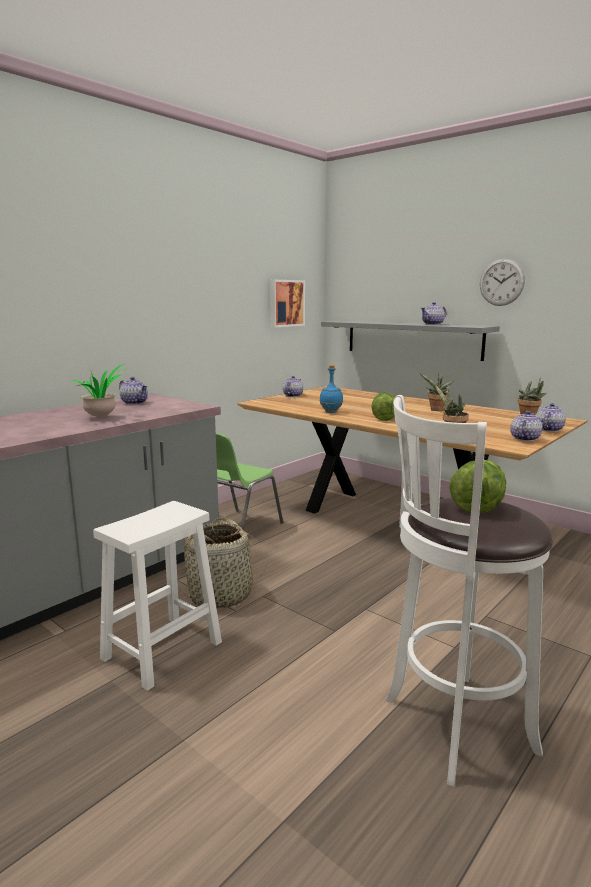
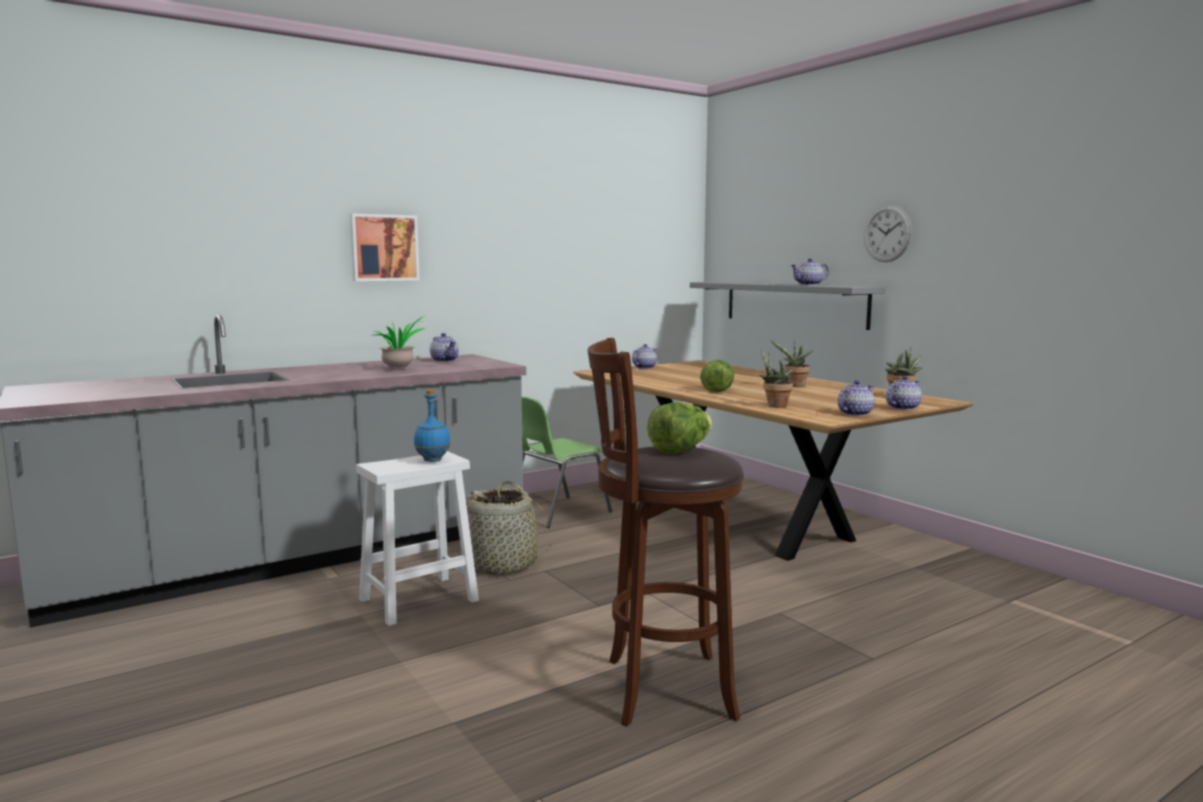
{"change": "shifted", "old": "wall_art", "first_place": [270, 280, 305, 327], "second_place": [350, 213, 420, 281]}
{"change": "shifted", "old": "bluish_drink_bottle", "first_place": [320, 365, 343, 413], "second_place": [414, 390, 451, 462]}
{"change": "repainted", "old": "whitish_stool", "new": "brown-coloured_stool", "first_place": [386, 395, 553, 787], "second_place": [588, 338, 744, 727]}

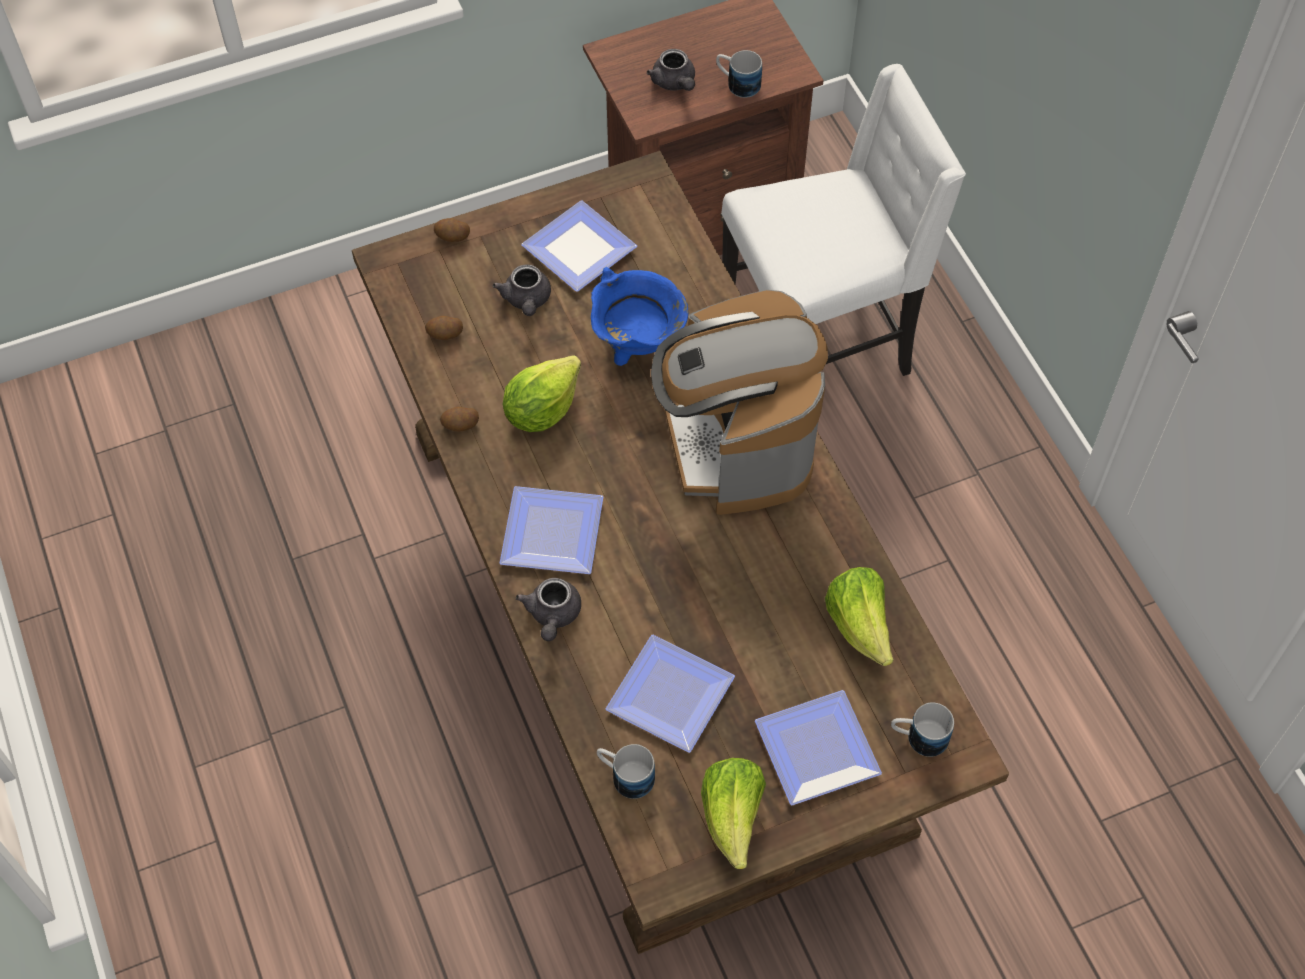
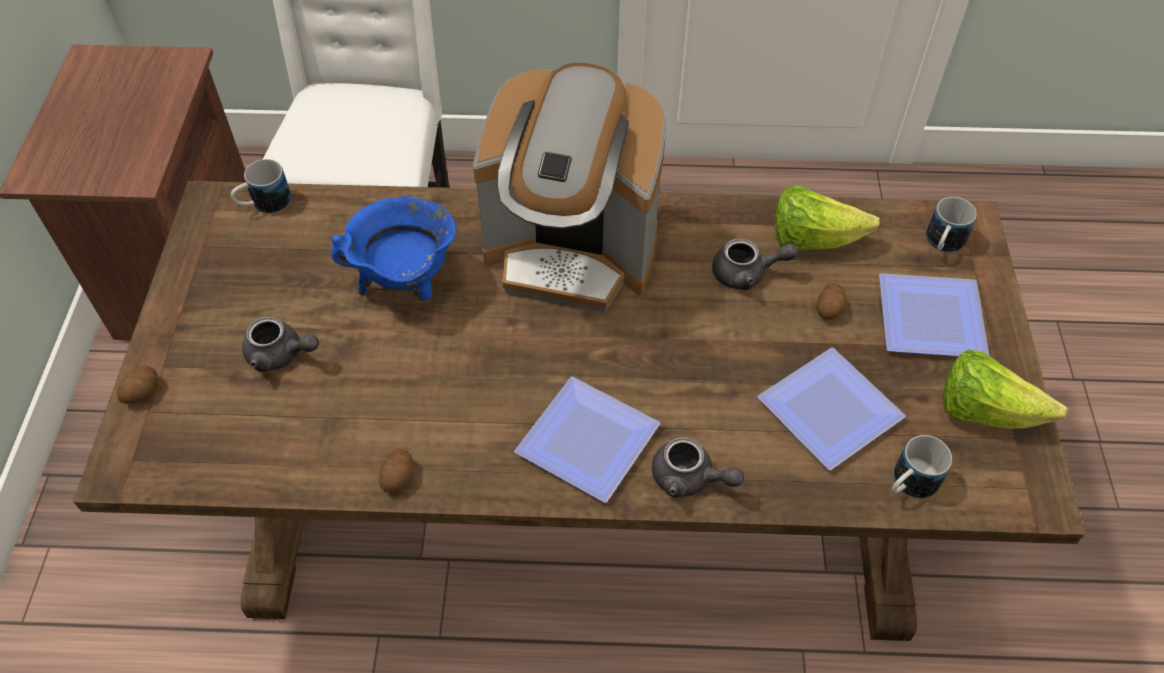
{"change": "shifted", "old": "potato", "first_place": [425, 316, 463, 340], "second_place": [816, 283, 847, 320]}
{"change": "gone", "old": "head_of_lettuce", "first_place": [503, 355, 581, 432]}
{"change": "gone", "old": "flat_dish", "first_place": [521, 200, 637, 292]}
{"change": "shifted", "old": "greyish_pot_for_tea", "first_place": [647, 49, 695, 91], "second_place": [712, 238, 798, 290]}
{"change": "shifted", "old": "coffee_mug", "first_place": [716, 50, 762, 98], "second_place": [231, 159, 291, 214]}

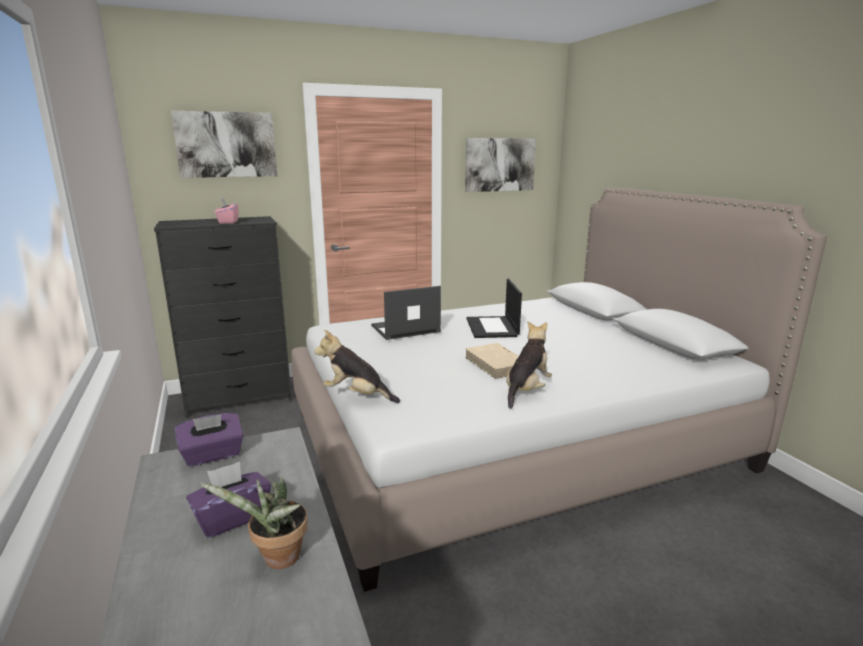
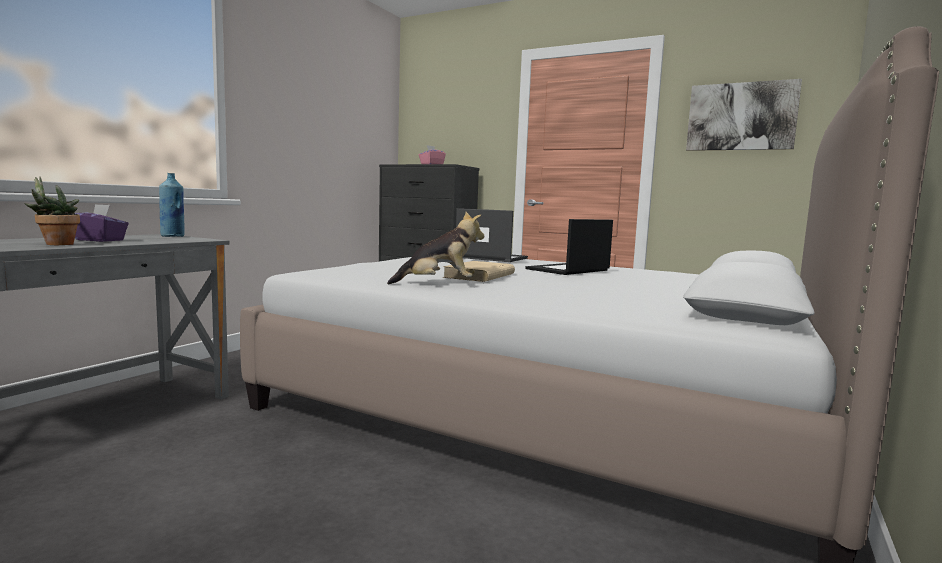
{"change": "gone", "old": "wall_art", "first_place": [171, 111, 277, 178]}
{"change": "swapped", "old": "purplish_tissue_box", "new": "bluish_drink_bottle", "first_place": [175, 413, 244, 467], "second_place": [159, 173, 185, 237]}
{"change": "gone", "old": "plush_toy", "first_place": [315, 330, 400, 403]}

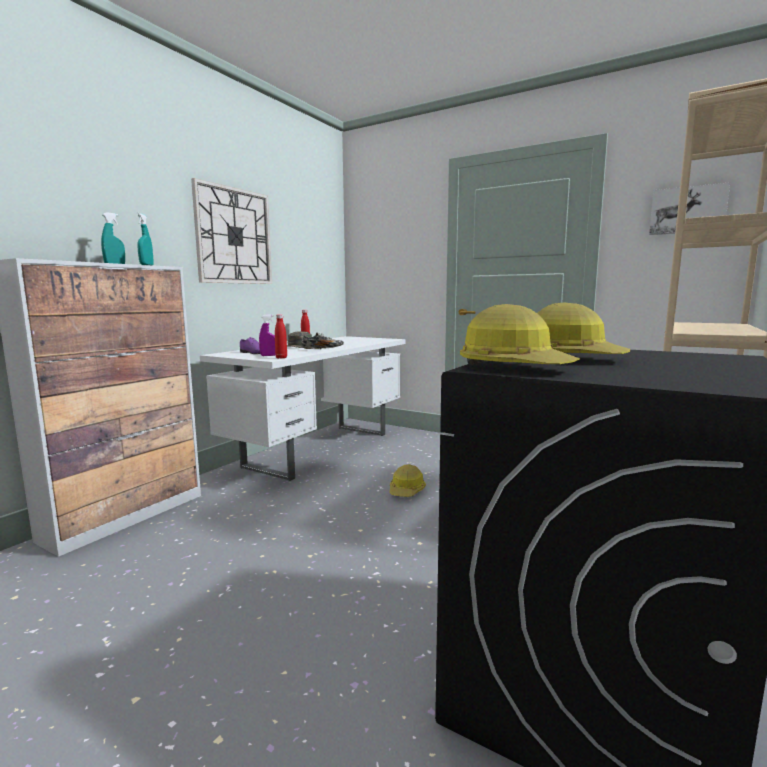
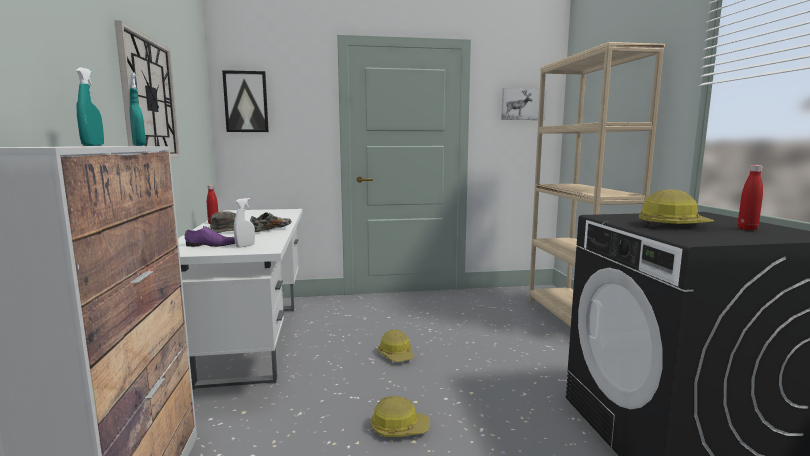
{"change": "repainted", "old": "purplish_spray_bottle", "new": "whitish_spray_bottle", "first_place": [259, 314, 275, 356], "second_place": [234, 198, 255, 248]}
{"change": "shifted", "old": "reddish_drink_bottle", "first_place": [275, 314, 287, 359], "second_place": [738, 165, 763, 230]}
{"change": "shifted", "old": "work_helmet", "first_place": [460, 304, 580, 365], "second_place": [370, 396, 430, 437]}
{"change": "new", "new": "wall_art", "second_place": [222, 70, 269, 132]}

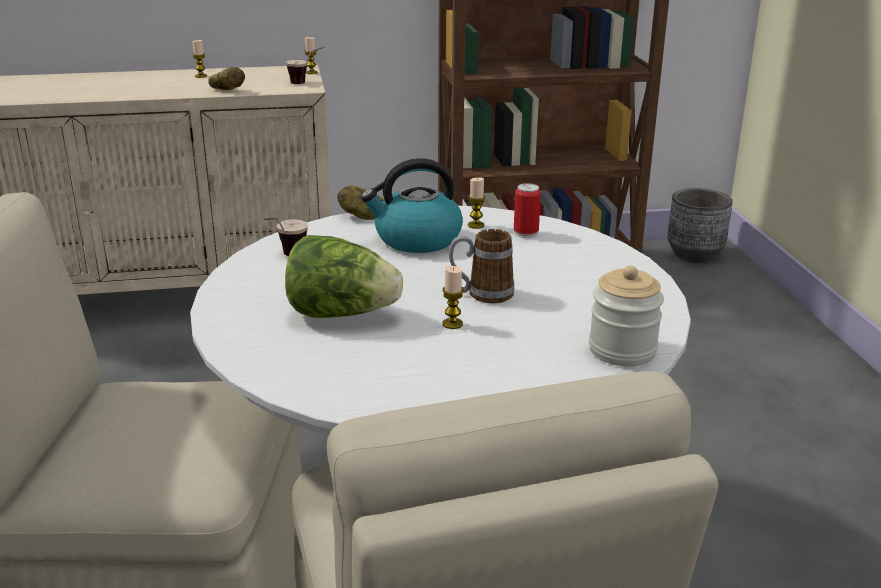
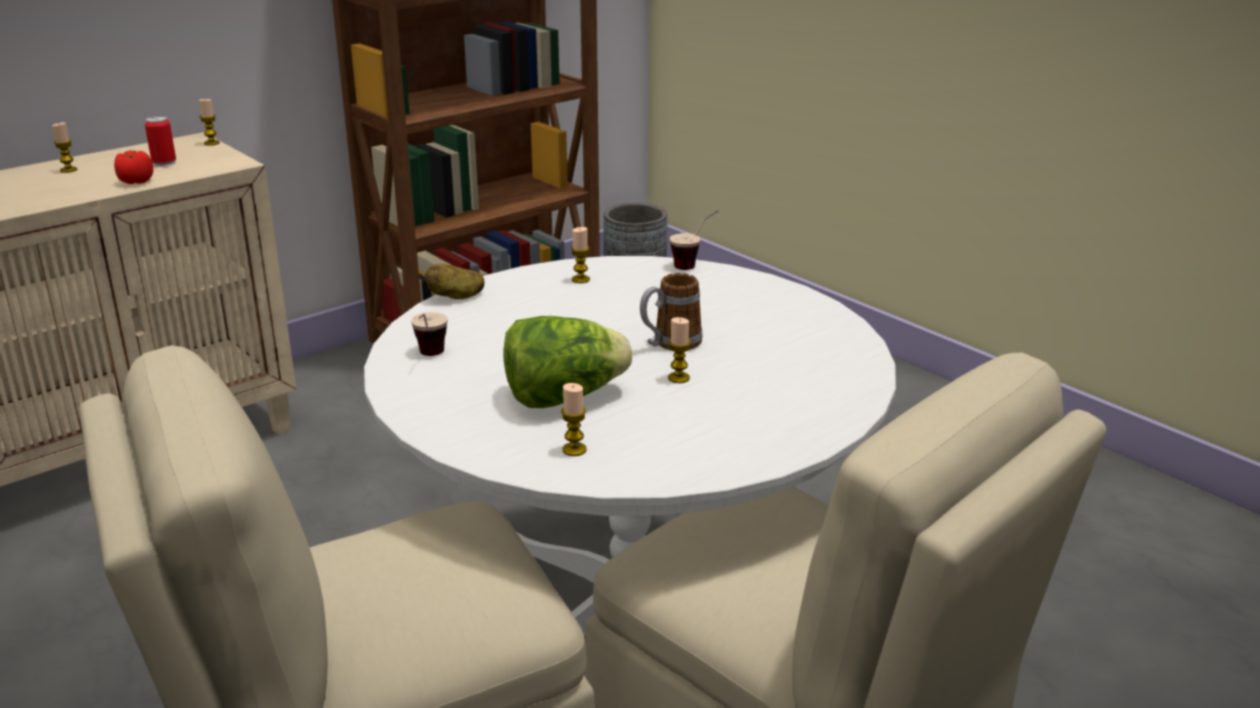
{"change": "swapped", "old": "potato", "new": "whole_tomato", "first_place": [208, 67, 245, 90], "second_place": [114, 150, 153, 184]}
{"change": "shifted", "old": "cup", "first_place": [286, 47, 324, 84], "second_place": [670, 210, 718, 270]}
{"change": "gone", "old": "kettle", "first_place": [361, 158, 463, 253]}
{"change": "shifted", "old": "metal_can", "first_place": [514, 183, 541, 238], "second_place": [145, 116, 176, 167]}
{"change": "gone", "old": "jar", "first_place": [589, 266, 664, 366]}
{"change": "new", "new": "wax_light", "second_place": [561, 383, 587, 456]}

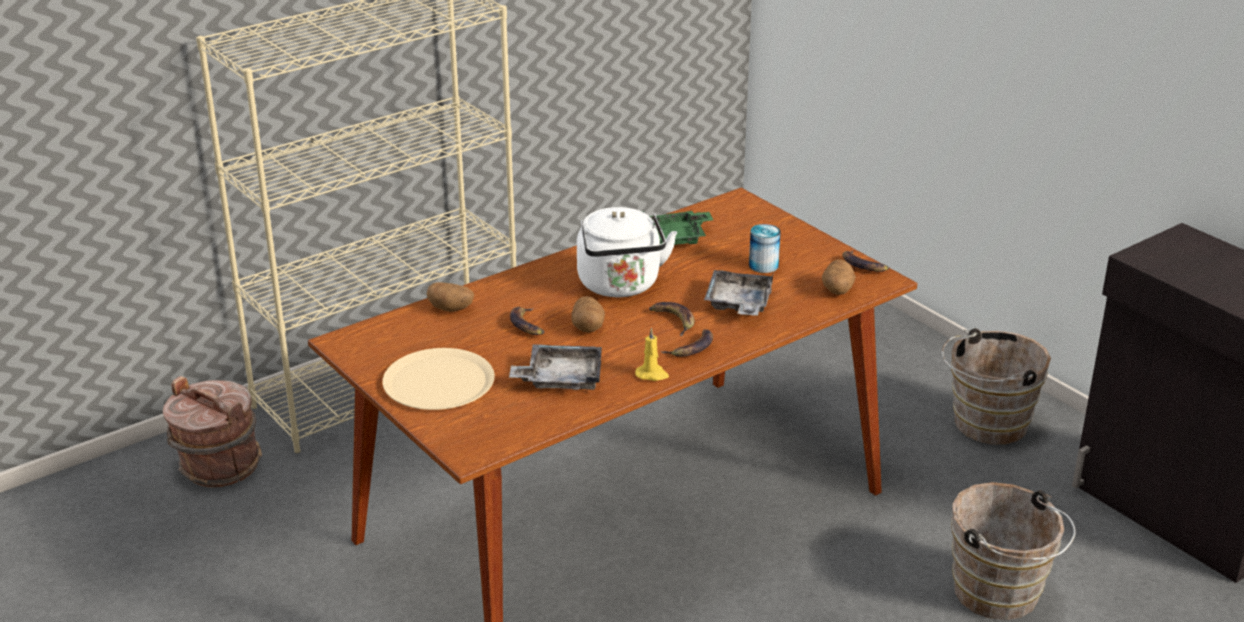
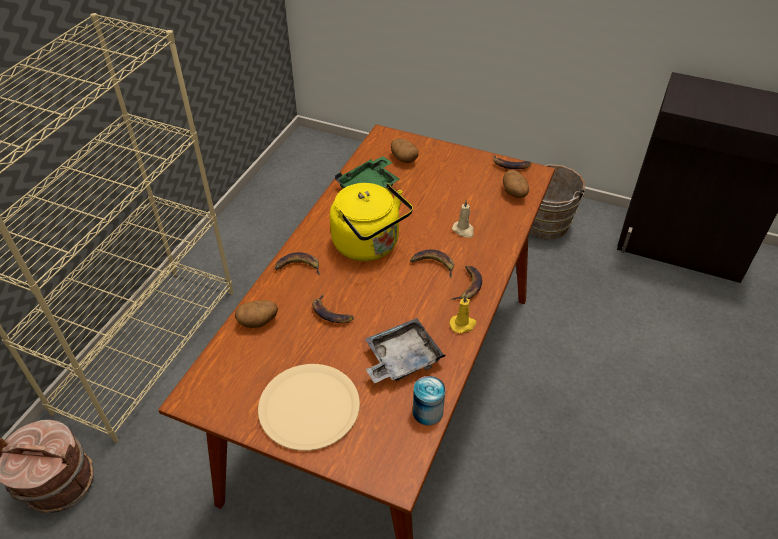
{"change": "shifted", "old": "potato", "first_place": [571, 296, 605, 332], "second_place": [391, 138, 419, 163]}
{"change": "repainted", "old": "whitish_kettle", "new": "yellow-coloured_kettle", "first_place": [577, 207, 677, 297], "second_place": [330, 183, 413, 261]}
{"change": "swapped", "old": "greyish_serving_tray", "new": "sand-coloured_wax_light", "first_place": [704, 270, 774, 315], "second_place": [452, 200, 474, 238]}
{"change": "shifted", "old": "metal_can", "first_place": [749, 224, 781, 273], "second_place": [413, 376, 445, 425]}
{"change": "gone", "old": "brown-coloured_pail", "first_place": [951, 482, 1076, 620]}
{"change": "new", "new": "banana", "second_place": [275, 252, 320, 275]}

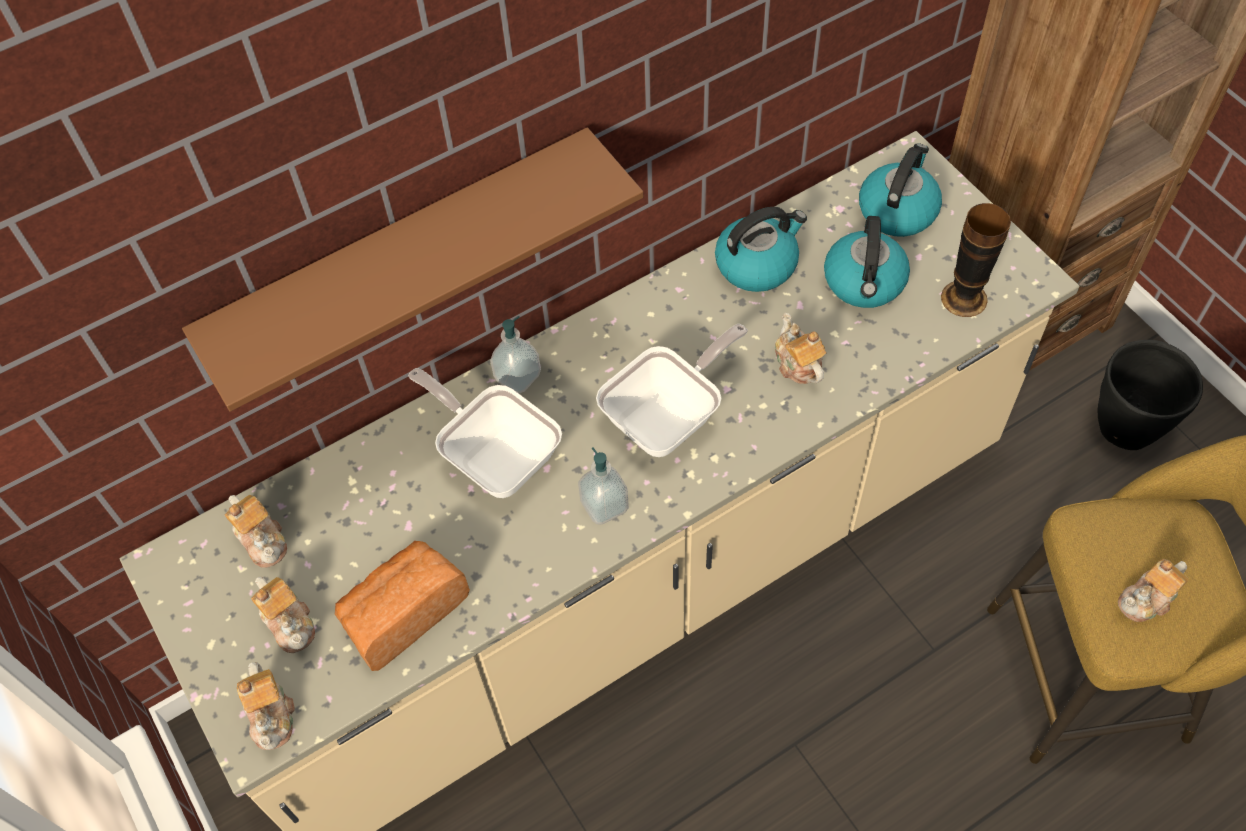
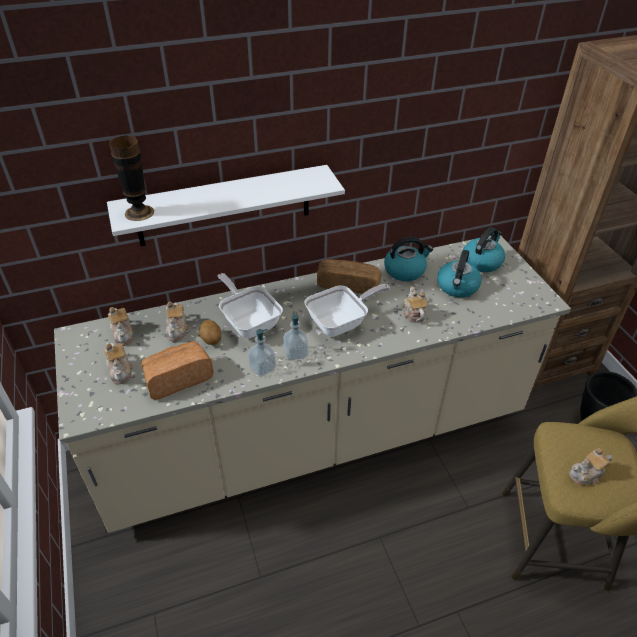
{"change": "repainted", "old": "brown-coloured_shelf", "new": "whitish_shelf", "first_place": [182, 127, 643, 411], "second_place": [107, 165, 345, 246]}
{"change": "shifted", "old": "pot_for_tea", "first_place": [237, 662, 295, 750], "second_place": [166, 301, 189, 341]}
{"change": "shifted", "old": "soap_dispenser", "first_place": [490, 316, 541, 394], "second_place": [248, 329, 276, 377]}
{"change": "shifted", "old": "vase", "first_place": [941, 203, 1011, 317], "second_place": [109, 136, 154, 221]}
{"change": "new", "new": "potato", "second_place": [199, 320, 221, 345]}
{"change": "new", "new": "baked_bread", "second_place": [317, 259, 382, 294]}

